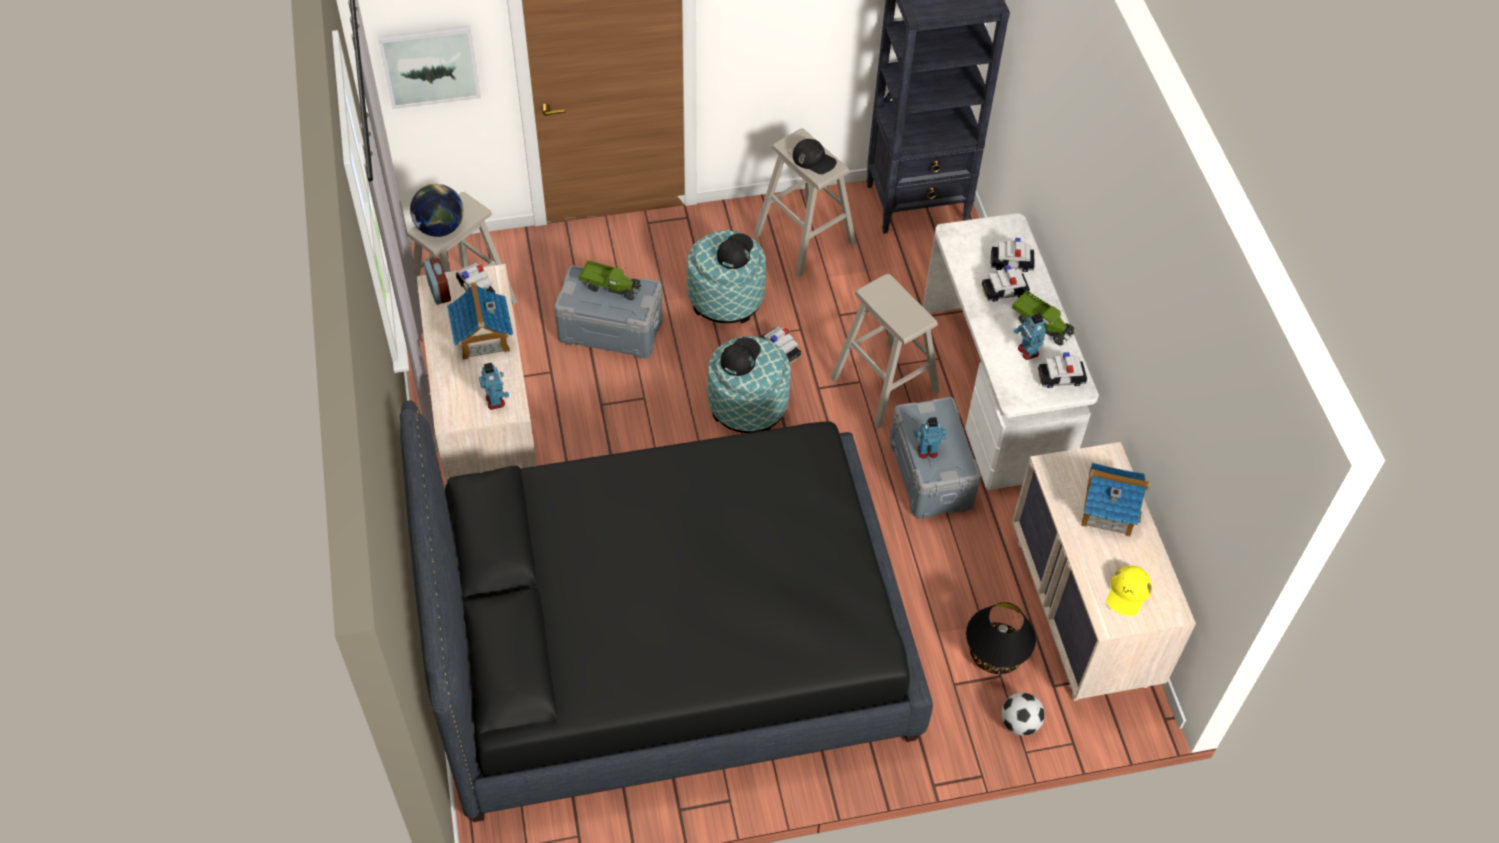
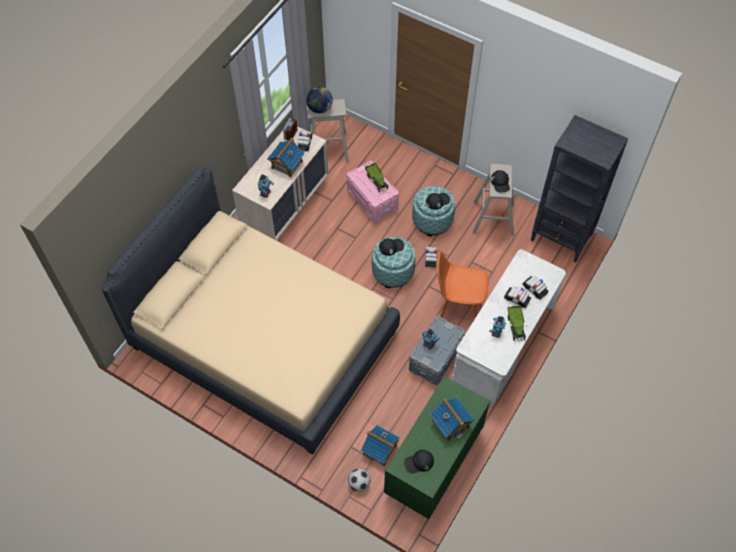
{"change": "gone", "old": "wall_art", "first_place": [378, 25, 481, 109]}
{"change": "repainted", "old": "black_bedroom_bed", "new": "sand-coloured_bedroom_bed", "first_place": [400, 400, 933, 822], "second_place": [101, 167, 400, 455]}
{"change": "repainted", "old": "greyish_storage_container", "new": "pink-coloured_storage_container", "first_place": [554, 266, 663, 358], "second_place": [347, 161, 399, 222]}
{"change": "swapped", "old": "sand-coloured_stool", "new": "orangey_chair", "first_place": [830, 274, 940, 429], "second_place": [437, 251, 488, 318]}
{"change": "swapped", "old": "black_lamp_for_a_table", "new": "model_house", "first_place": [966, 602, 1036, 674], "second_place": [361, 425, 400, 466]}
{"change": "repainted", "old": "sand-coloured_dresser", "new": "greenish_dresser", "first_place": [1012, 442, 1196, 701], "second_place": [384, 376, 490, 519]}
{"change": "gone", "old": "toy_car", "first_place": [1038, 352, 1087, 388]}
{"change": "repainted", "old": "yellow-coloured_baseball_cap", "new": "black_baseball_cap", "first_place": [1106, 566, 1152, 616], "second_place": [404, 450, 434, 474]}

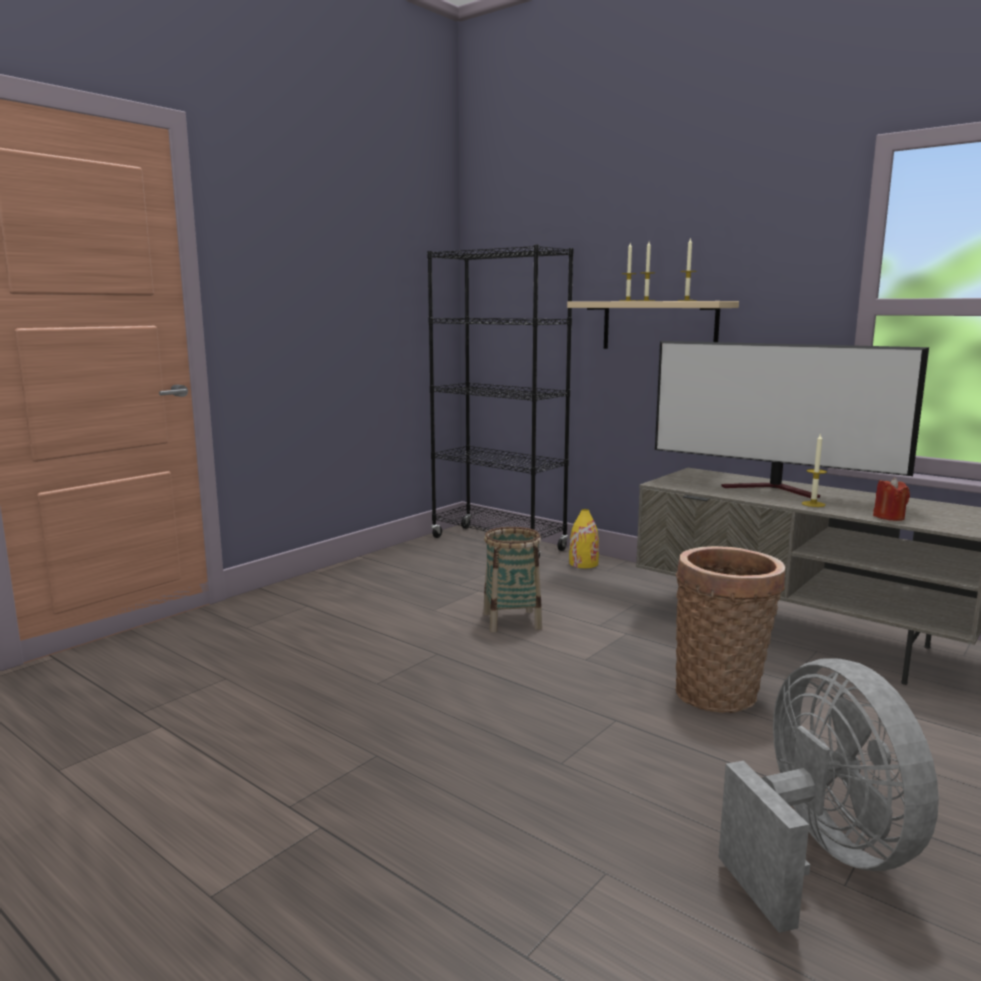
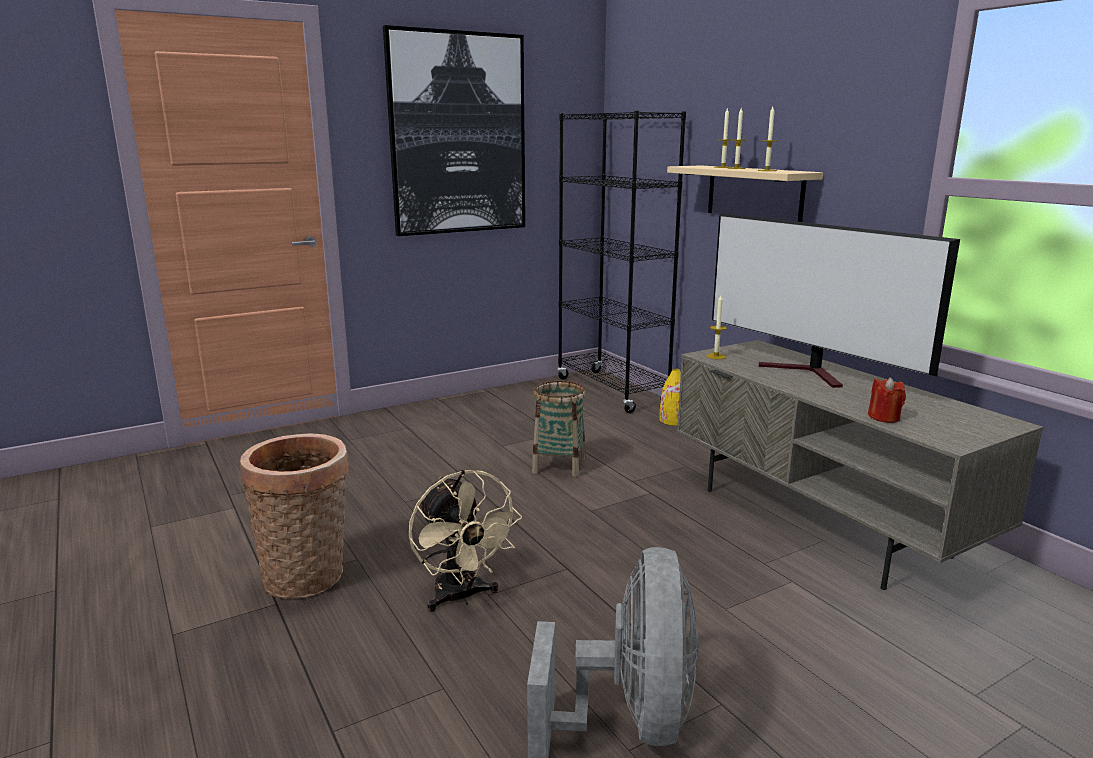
{"change": "shifted", "old": "basket", "first_place": [676, 546, 786, 713], "second_place": [240, 433, 349, 599]}
{"change": "shifted", "old": "wax_light", "first_place": [802, 433, 827, 507], "second_place": [706, 295, 727, 359]}
{"change": "new", "new": "wall_art", "second_place": [383, 25, 525, 236]}
{"change": "new", "new": "sand-coloured_electric_fan", "second_place": [409, 470, 522, 612]}

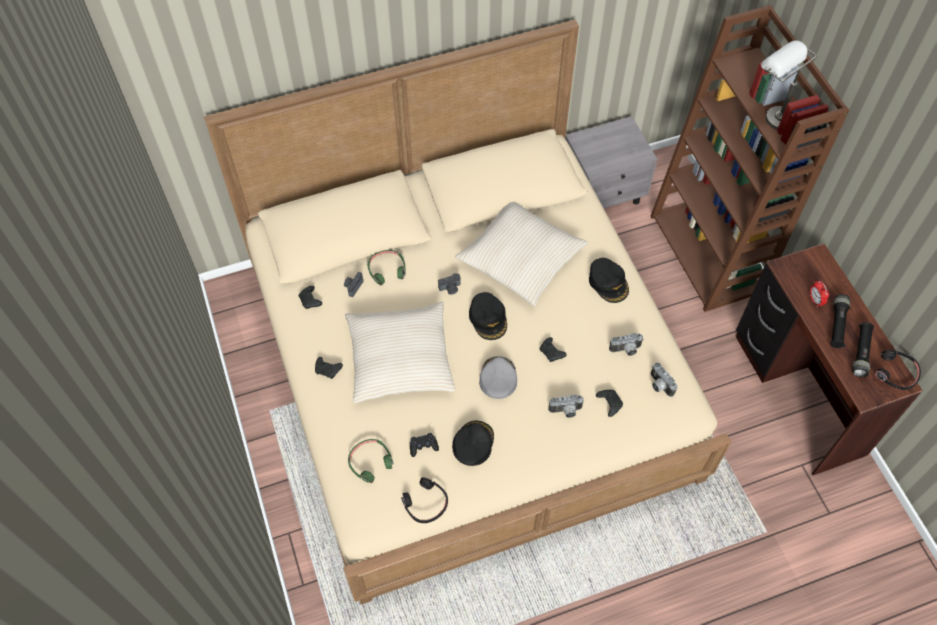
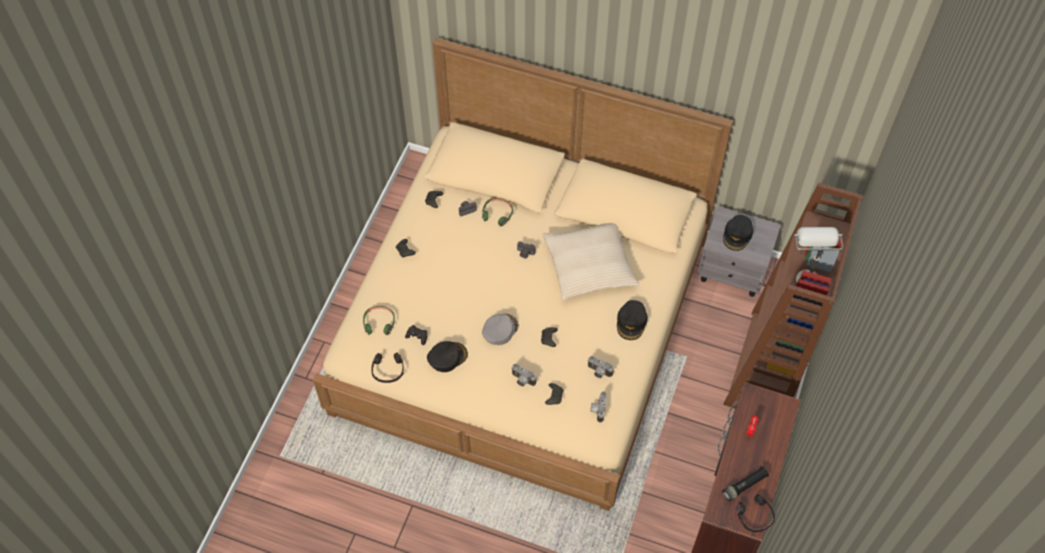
{"change": "gone", "old": "sand-coloured_cushion", "first_place": [345, 302, 455, 403]}
{"change": "shifted", "old": "black_baseball_cap", "first_place": [469, 292, 507, 340], "second_place": [723, 215, 753, 251]}
{"change": "gone", "old": "black_flashlight", "first_place": [830, 294, 850, 348]}

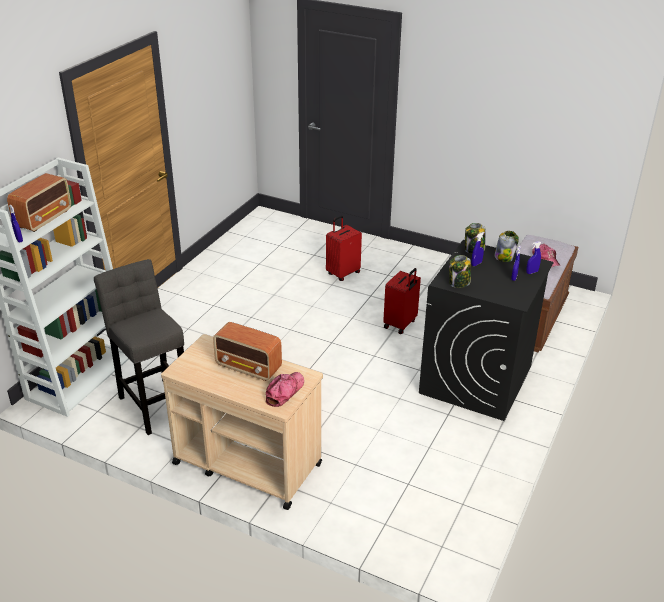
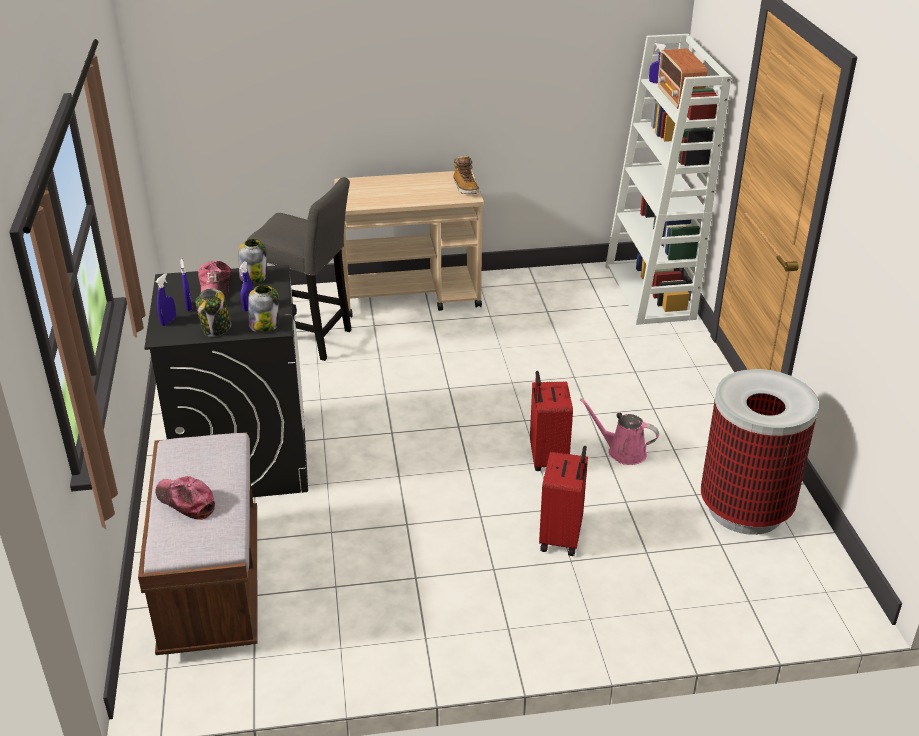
{"change": "shifted", "old": "greyish_stool", "first_place": [94, 259, 184, 435], "second_place": [247, 177, 352, 361]}
{"change": "gone", "old": "radio", "first_place": [213, 322, 282, 381]}
{"change": "shifted", "old": "baseball_cap", "first_place": [265, 372, 304, 407], "second_place": [198, 261, 232, 297]}
{"change": "shifted", "old": "reddish_piece_of_luggage", "first_place": [383, 268, 421, 334], "second_place": [530, 371, 573, 471]}
{"change": "new", "new": "tall_boot", "second_place": [454, 156, 479, 194]}
{"change": "new", "new": "pink-coloured_watering_pot", "second_place": [580, 399, 659, 465]}
{"change": "new", "new": "waste_bin", "second_place": [701, 369, 819, 535]}

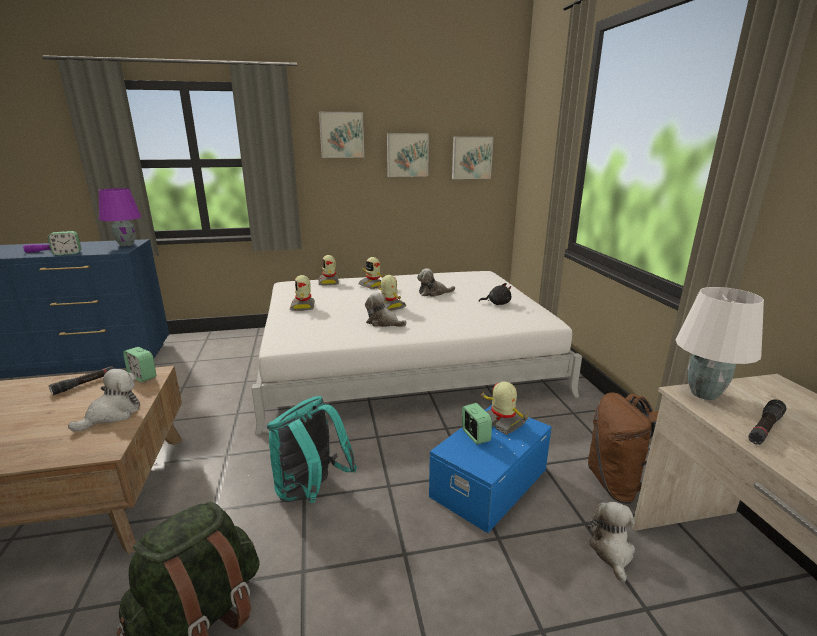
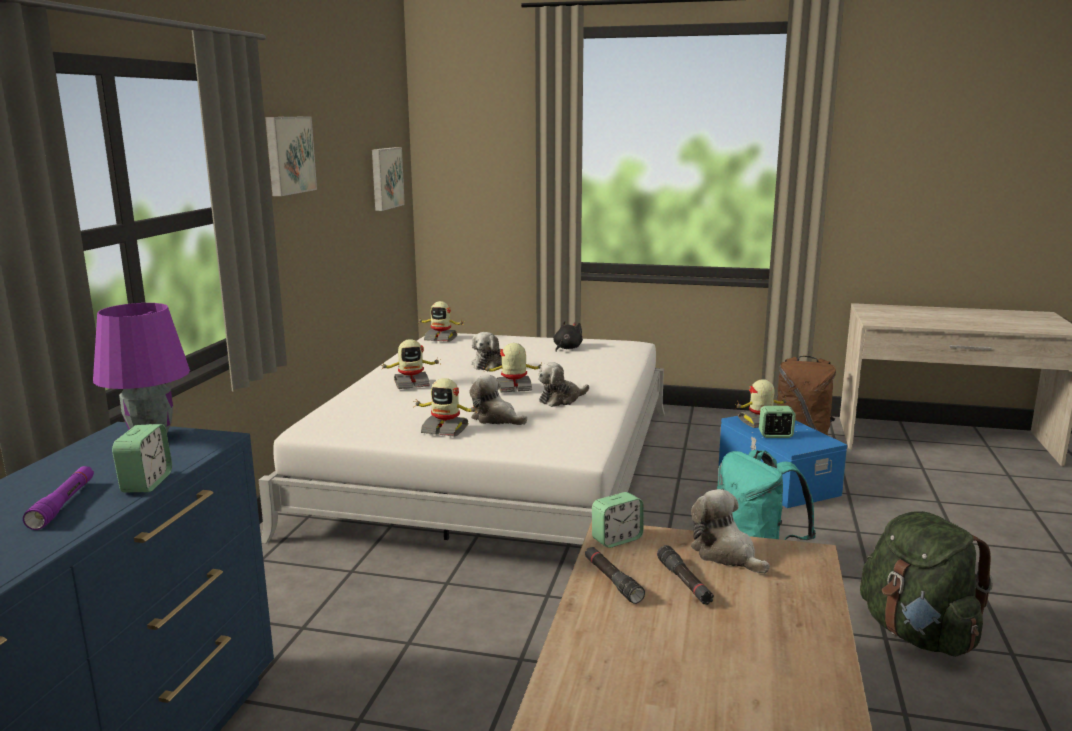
{"change": "shifted", "old": "robot_figure", "first_place": [318, 255, 339, 286], "second_place": [417, 301, 465, 342]}
{"change": "gone", "old": "wall_art", "first_place": [387, 133, 429, 177]}
{"change": "shifted", "old": "plush_toy", "first_place": [587, 502, 635, 583], "second_place": [469, 375, 527, 425]}
{"change": "gone", "old": "whitish_lamp_for_a_table", "first_place": [676, 287, 764, 400]}
{"change": "shifted", "old": "black_flashlight", "first_place": [748, 399, 786, 445], "second_place": [657, 545, 714, 605]}

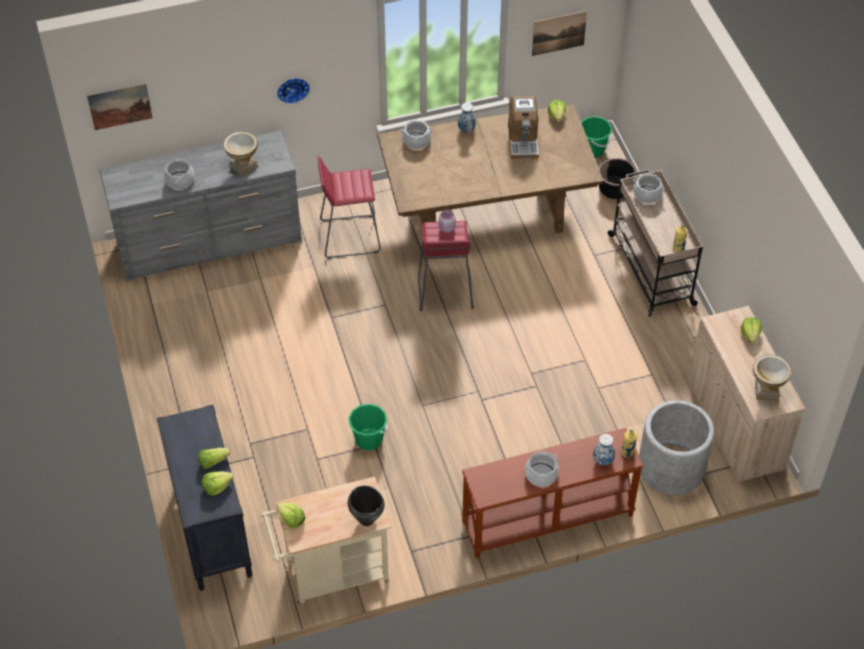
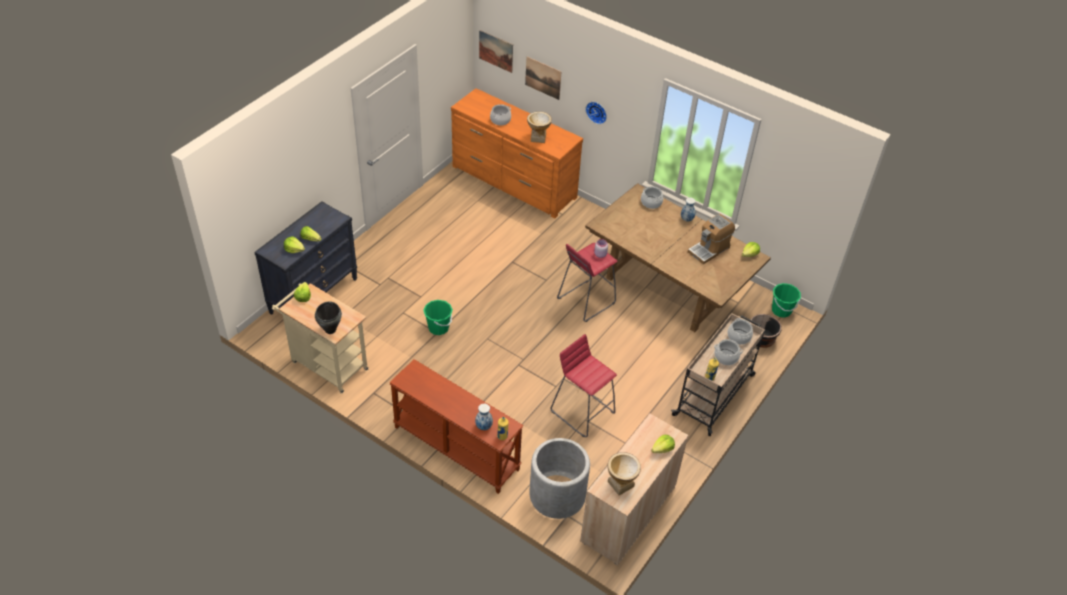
{"change": "repainted", "old": "greyish_dresser", "new": "orangey_dresser", "first_place": [99, 131, 302, 281], "second_place": [451, 88, 583, 218]}
{"change": "shifted", "old": "reddish_stool", "first_place": [318, 156, 381, 259], "second_place": [550, 334, 617, 437]}
{"change": "shifted", "old": "stockpot", "first_place": [525, 452, 559, 487], "second_place": [714, 339, 743, 365]}
{"change": "shifted", "old": "wall_art", "first_place": [532, 11, 587, 56], "second_place": [525, 57, 561, 100]}

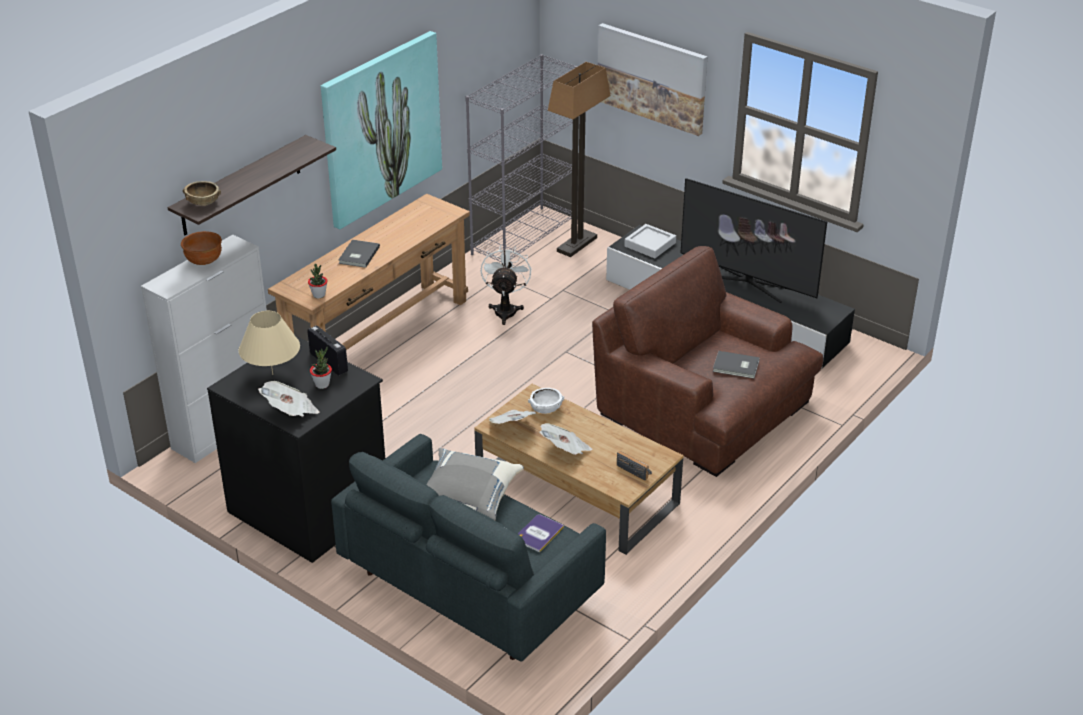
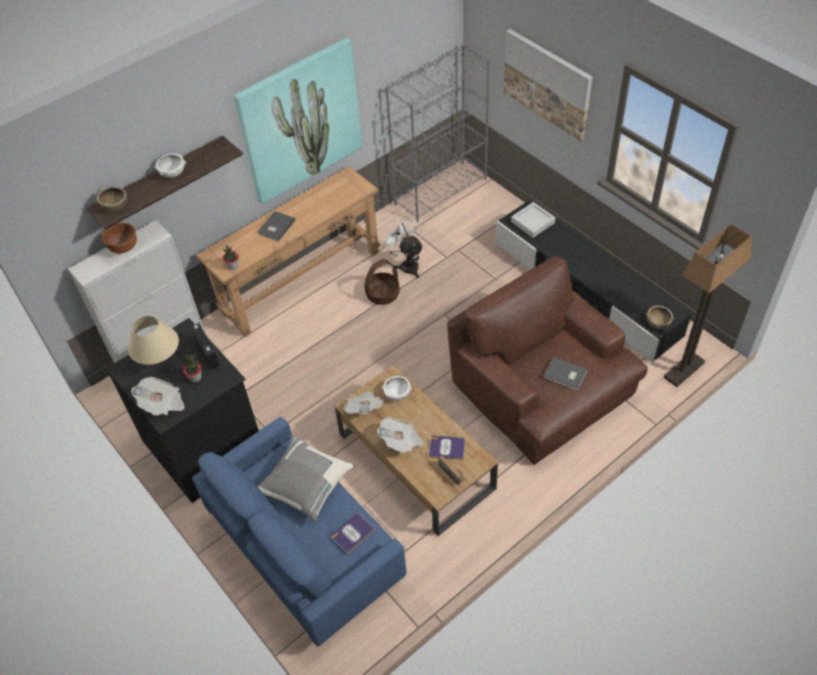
{"change": "repainted", "old": "greyish_couch", "new": "bluish_couch", "first_place": [331, 434, 606, 662], "second_place": [192, 417, 407, 647]}
{"change": "rotated", "old": "whitish_electric_fan", "first_place": [481, 245, 532, 325], "second_place": [382, 216, 423, 278], "degrees": -45}
{"change": "shifted", "old": "floor_lamp", "first_place": [548, 62, 611, 257], "second_place": [663, 224, 752, 387]}
{"change": "gone", "old": "TV", "first_place": [681, 178, 827, 303]}
{"change": "new", "new": "whitish_serving_bowl", "second_place": [155, 154, 186, 178]}
{"change": "new", "new": "basket", "second_place": [364, 259, 400, 305]}
{"change": "new", "new": "volume", "second_place": [429, 436, 465, 460]}
{"change": "new", "new": "brown-coloured_serving_bowl", "second_place": [645, 306, 675, 329]}

